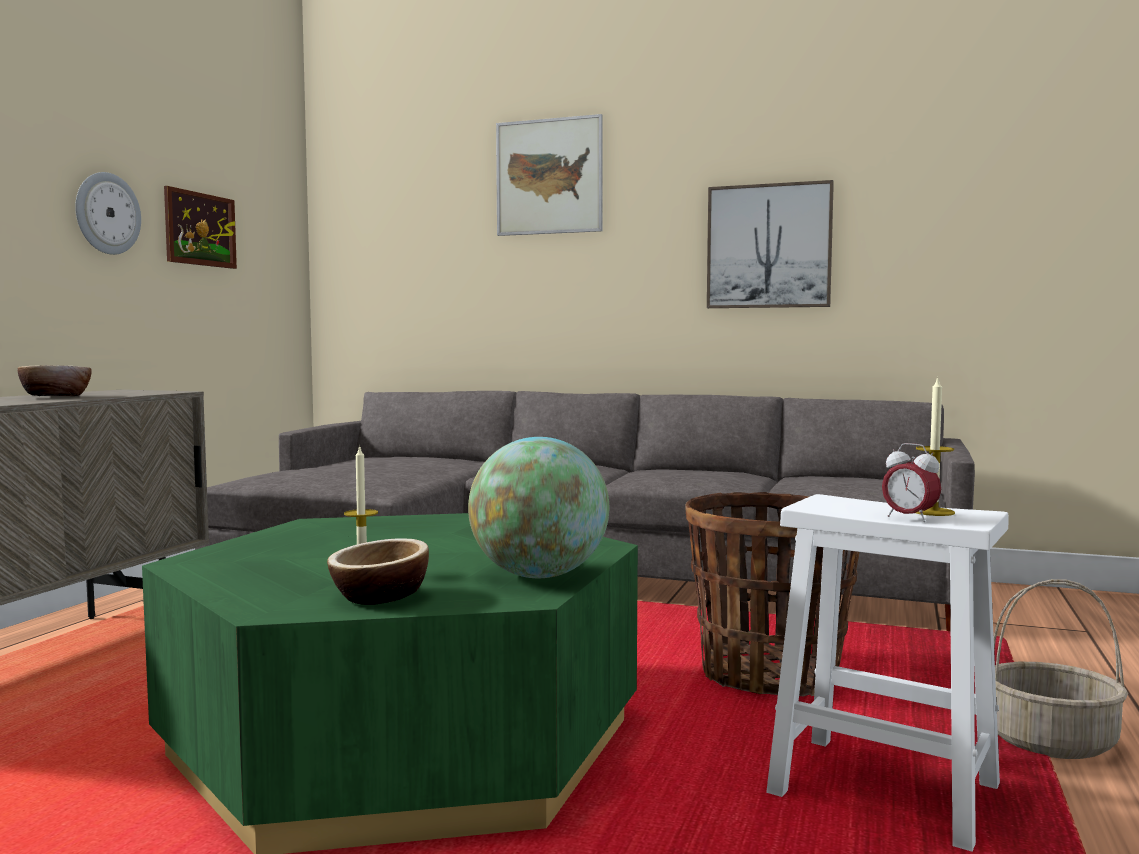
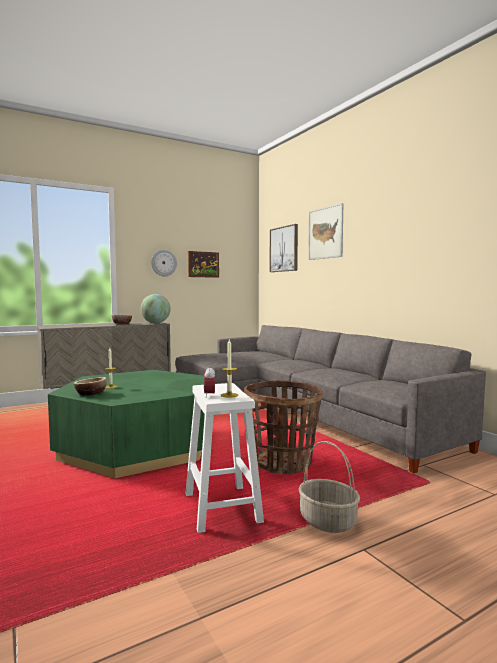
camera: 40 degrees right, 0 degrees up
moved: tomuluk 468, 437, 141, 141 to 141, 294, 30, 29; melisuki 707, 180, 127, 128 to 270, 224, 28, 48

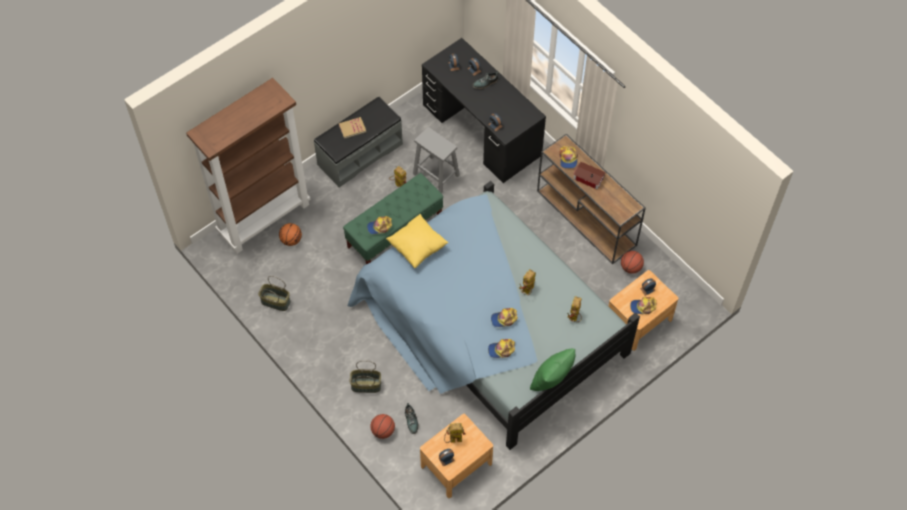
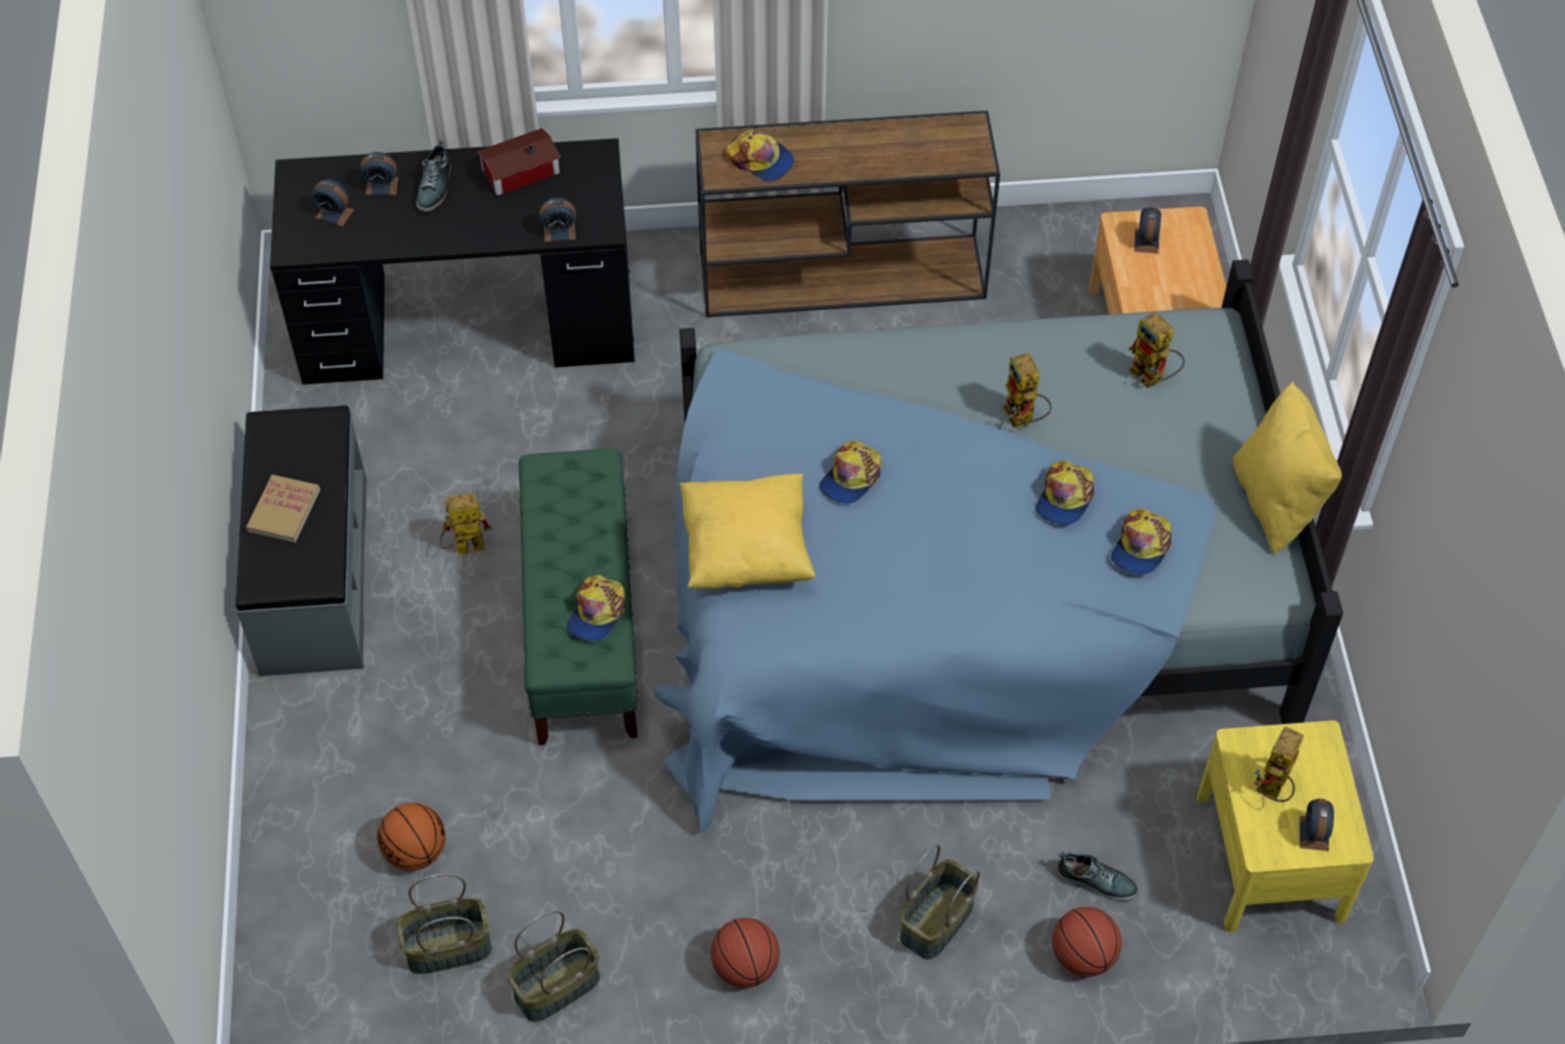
camera: 55 degrees left, 5 degrees down
removed: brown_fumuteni 186, 78, 124, 176; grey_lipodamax 413, 127, 47, 67
added: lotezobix 397, 874, 95, 100
moved: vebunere 573, 162, 33, 27 to 477, 128, 84, 68; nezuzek 621, 251, 23, 23 to 711, 918, 69, 70; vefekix 630, 297, 27, 17 to 819, 441, 62, 63
recoloured: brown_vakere 420, 414, 73, 84 to yellow_vakere 1197, 720, 177, 212; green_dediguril 530, 349, 45, 42 to yellow_dediguril 1233, 381, 109, 174

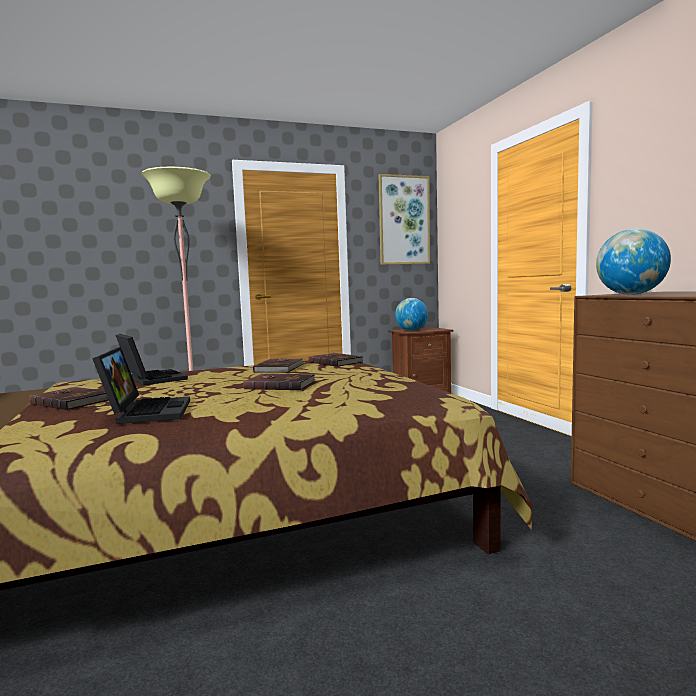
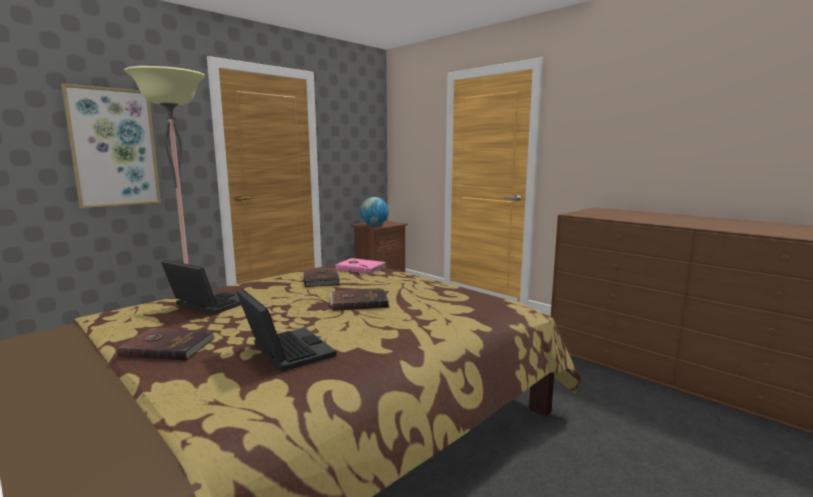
camera: 25 degrees left, 5 degrees up
removed: tomuluk 596, 228, 75, 67
moved: melisuki 379, 174, 51, 91 to 61, 83, 100, 125
recoloured: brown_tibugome 308, 353, 56, 14 to pink_tibugome 335, 258, 52, 16

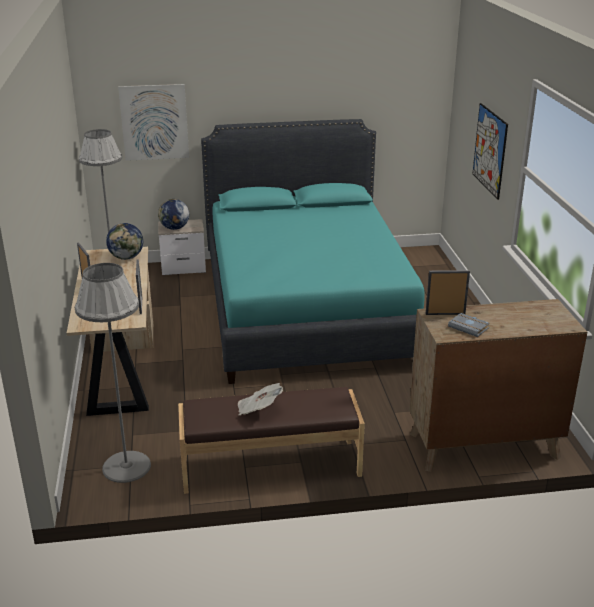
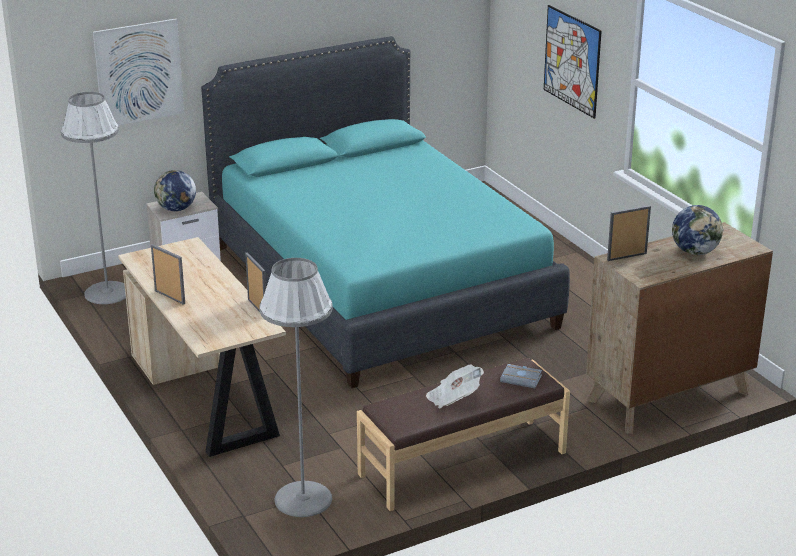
camera: 20 degrees left, 0 degrees up
moved: tomuluk 106, 223, 37, 37 to 672, 205, 51, 50; grey_tibugome 448, 313, 42, 24 to 500, 364, 42, 24

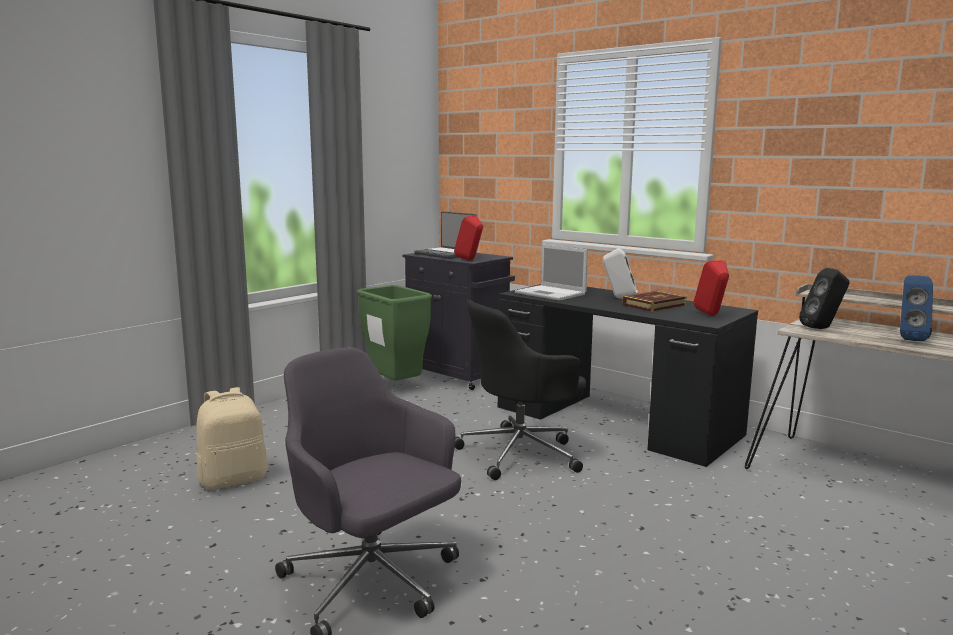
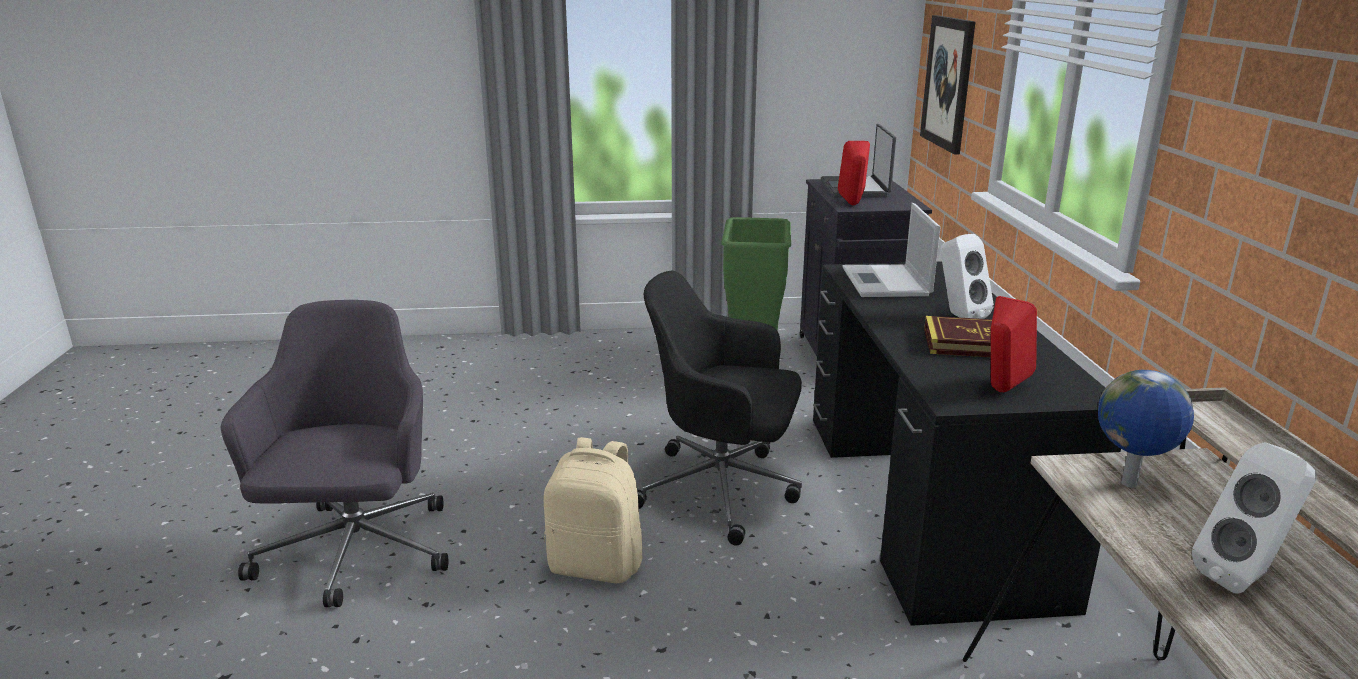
camera: 45 degrees right, 10 degrees up
added: melisuki 920, 15, 55, 139
moved: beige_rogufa 196, 387, 72, 103 to 544, 437, 99, 146
replaced: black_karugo 799, 268, 50, 61 to tomuluk 1098, 370, 96, 118
recoloured: blue_karugo 900, 275, 33, 66 to white_karugo 1192, 442, 125, 151

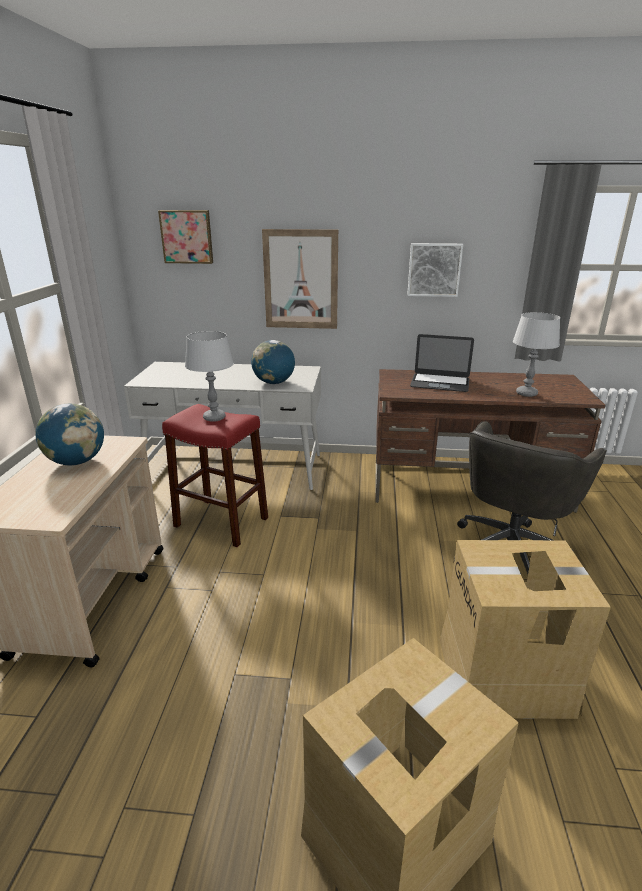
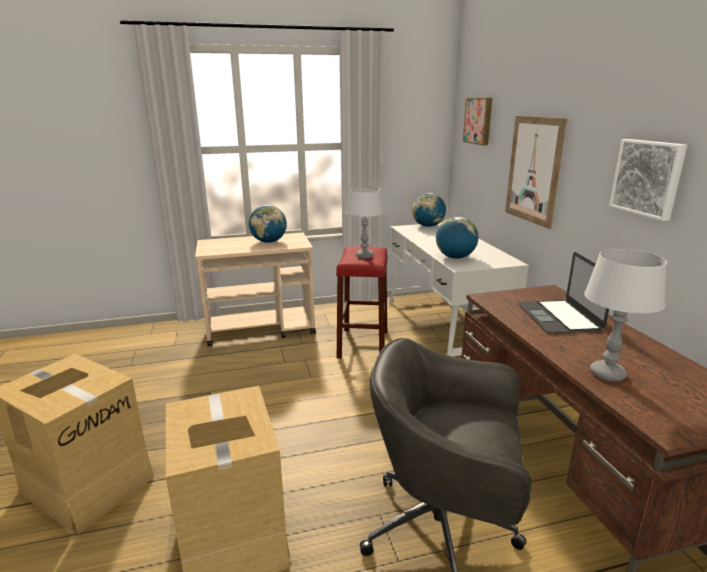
camera: 70 degrees right, 5 degrees down
added: tomuluk 412, 193, 34, 34

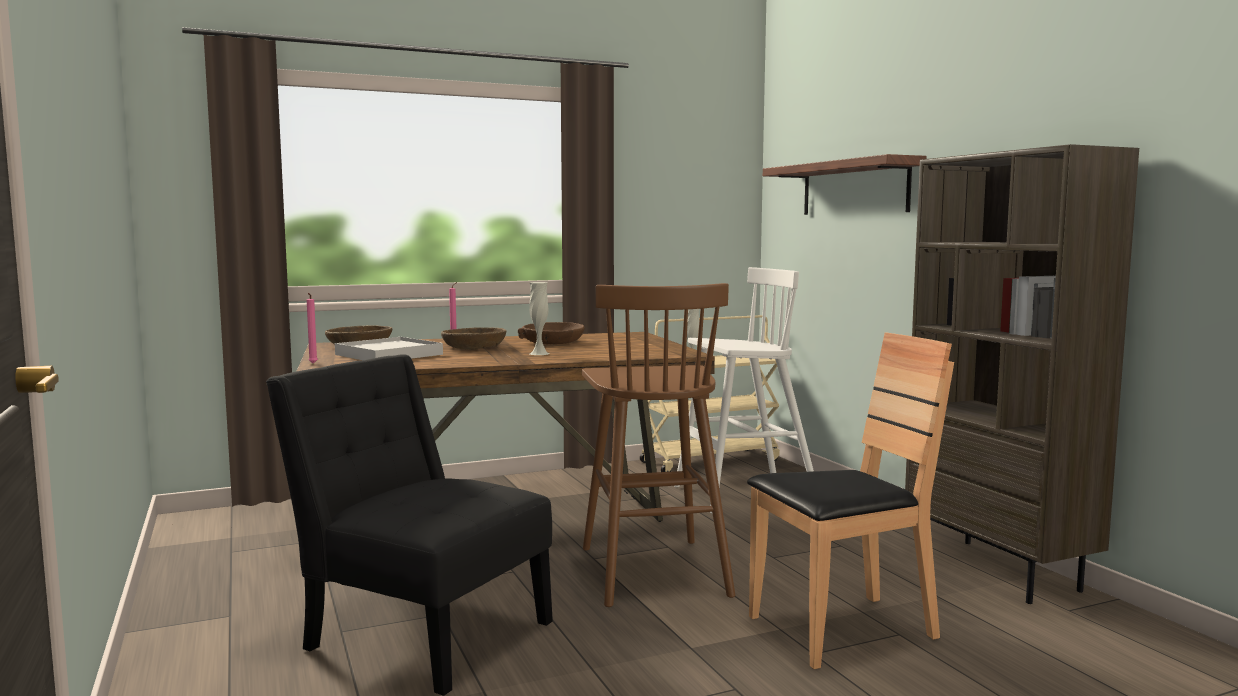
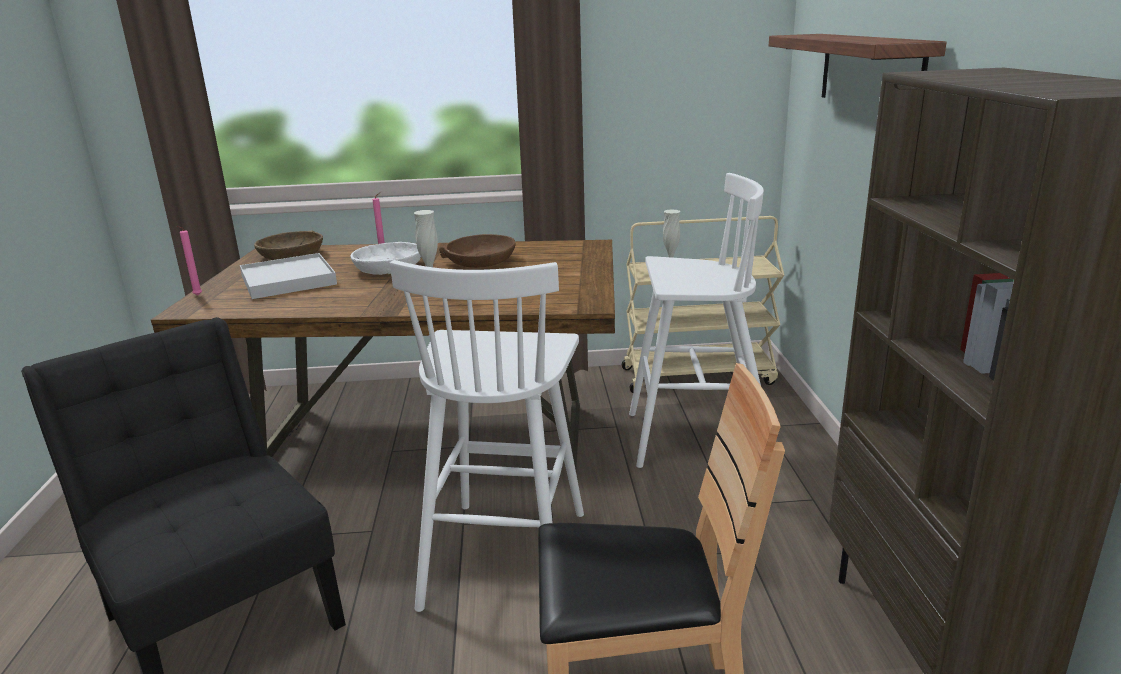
camera: 20 degrees right, 15 degrees up
recoloured: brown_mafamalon 441, 327, 65, 23 to white_mafamalon 350, 242, 71, 33; brown_lipodamax 582, 283, 153, 324 to white_lipodamax 390, 260, 194, 352

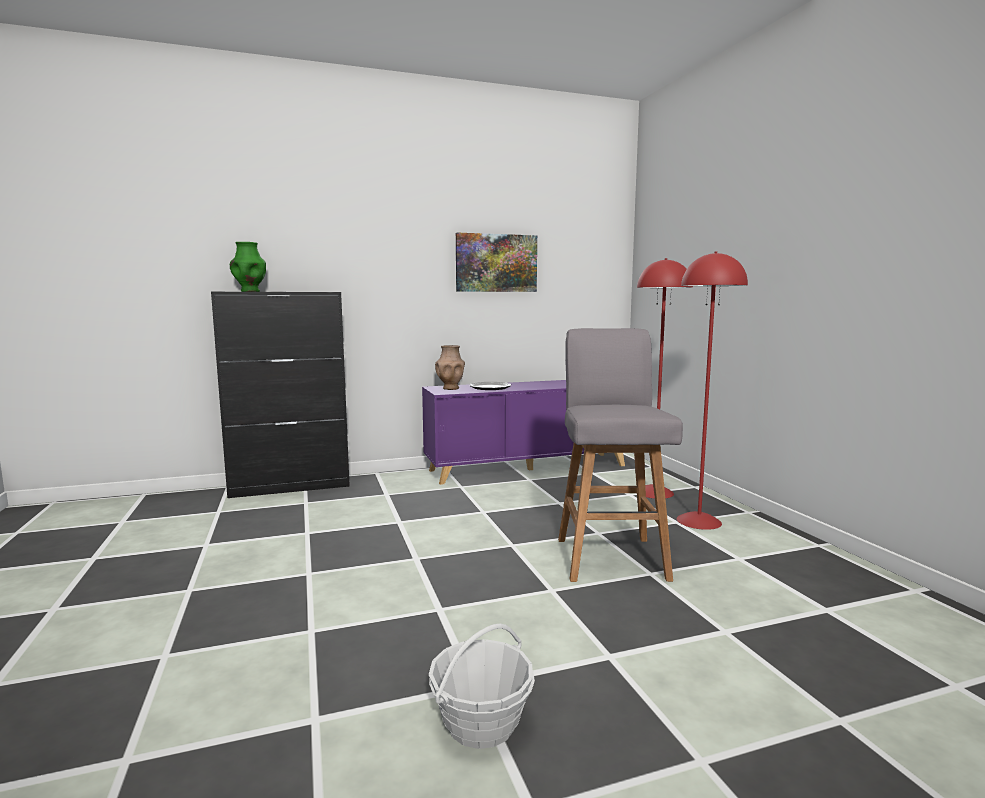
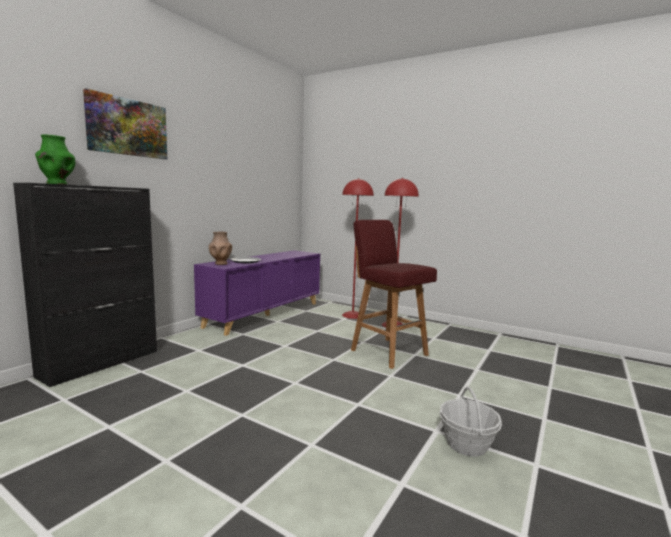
camera: 40 degrees left, 0 degrees up
moved: melisuki 456, 233, 81, 59 to 83, 88, 84, 71
recoloured: grey_lipodamax 558, 328, 125, 254 to red_lipodamax 351, 220, 86, 149

